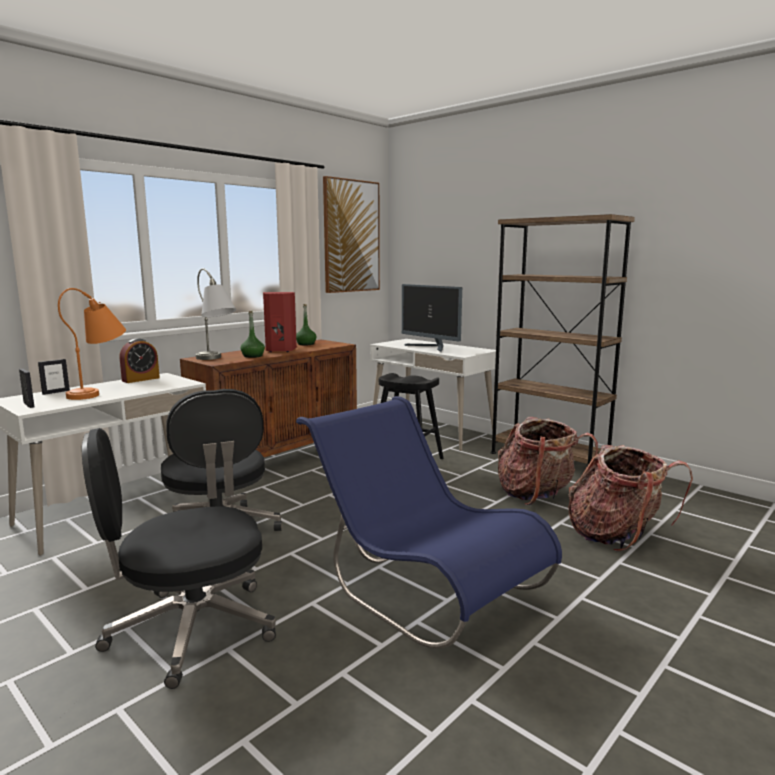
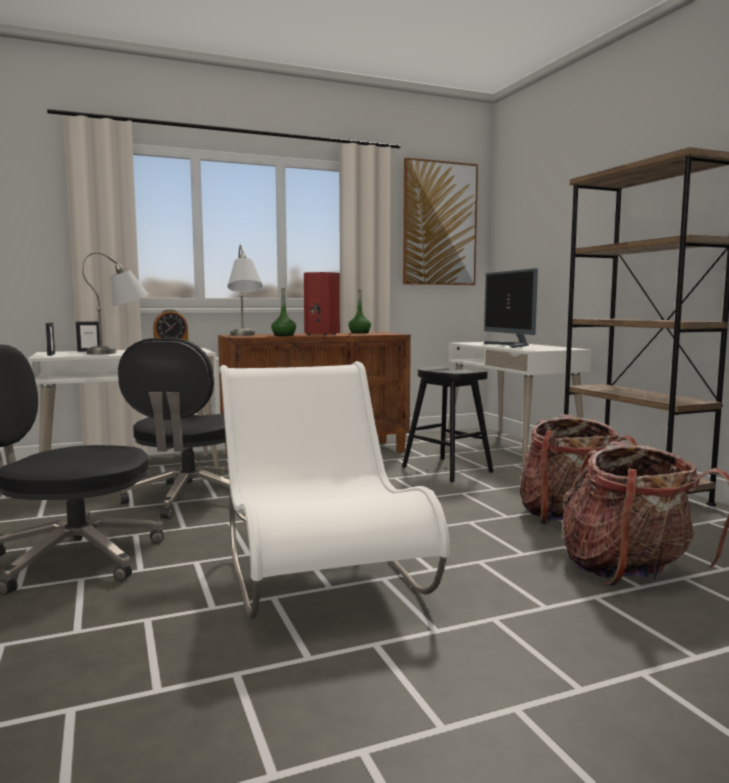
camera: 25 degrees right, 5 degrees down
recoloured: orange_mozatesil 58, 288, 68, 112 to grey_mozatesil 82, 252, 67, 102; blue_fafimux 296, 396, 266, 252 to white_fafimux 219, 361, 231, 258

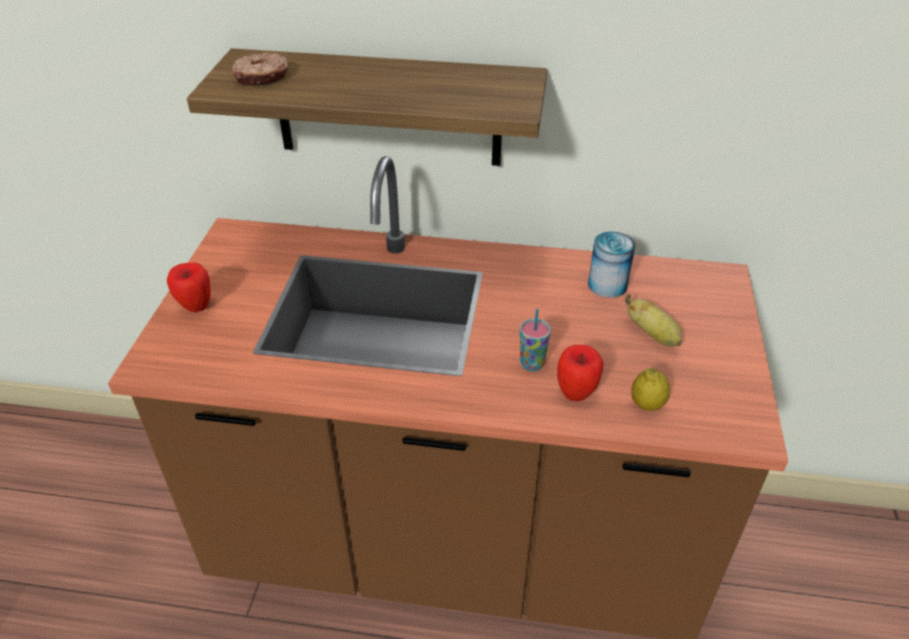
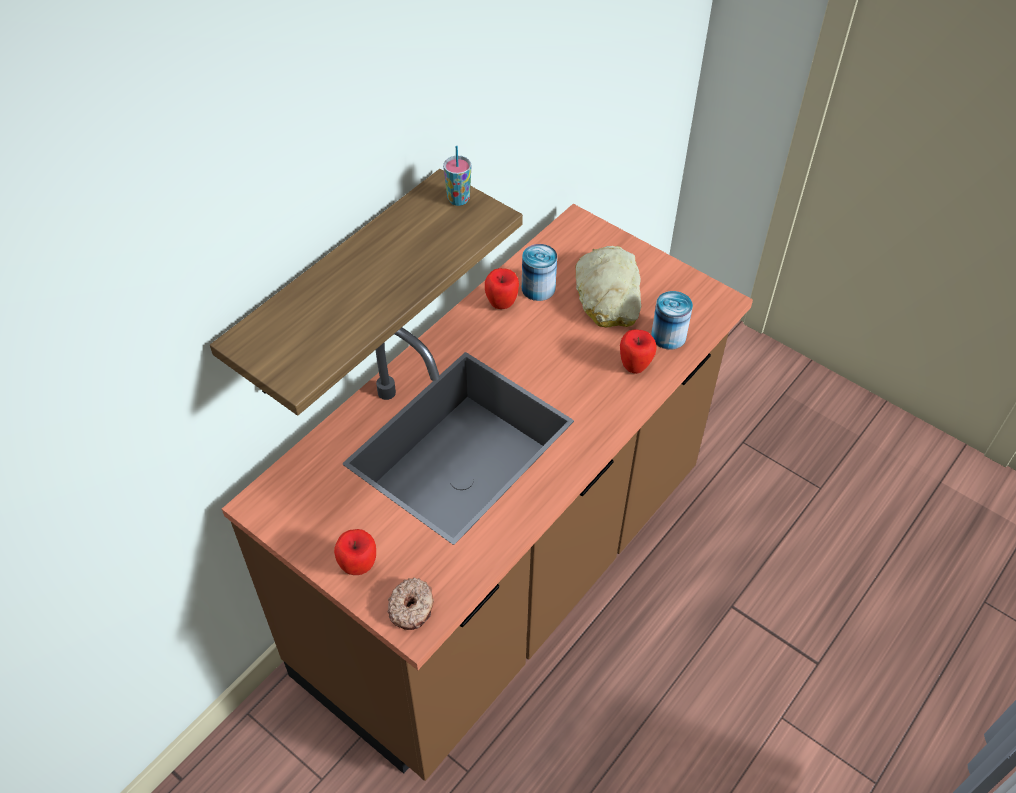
camera: 60 degrees left, 10 degrees up
added: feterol 485, 268, 34, 41
moved: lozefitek 232, 52, 57, 34 to 387, 577, 47, 53; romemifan 520, 309, 31, 62 to 443, 146, 28, 60
replaced: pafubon 625, 294, 57, 52 to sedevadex 576, 246, 65, 81; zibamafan 632, 368, 38, 43 to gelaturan 651, 291, 42, 59

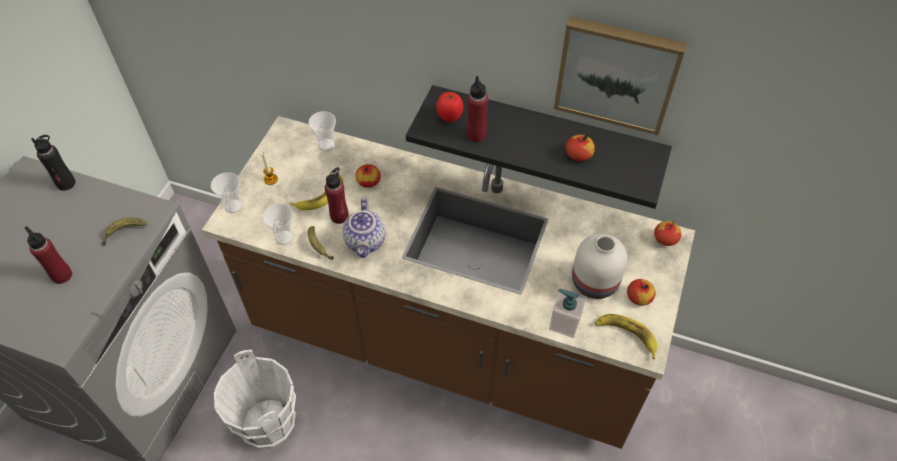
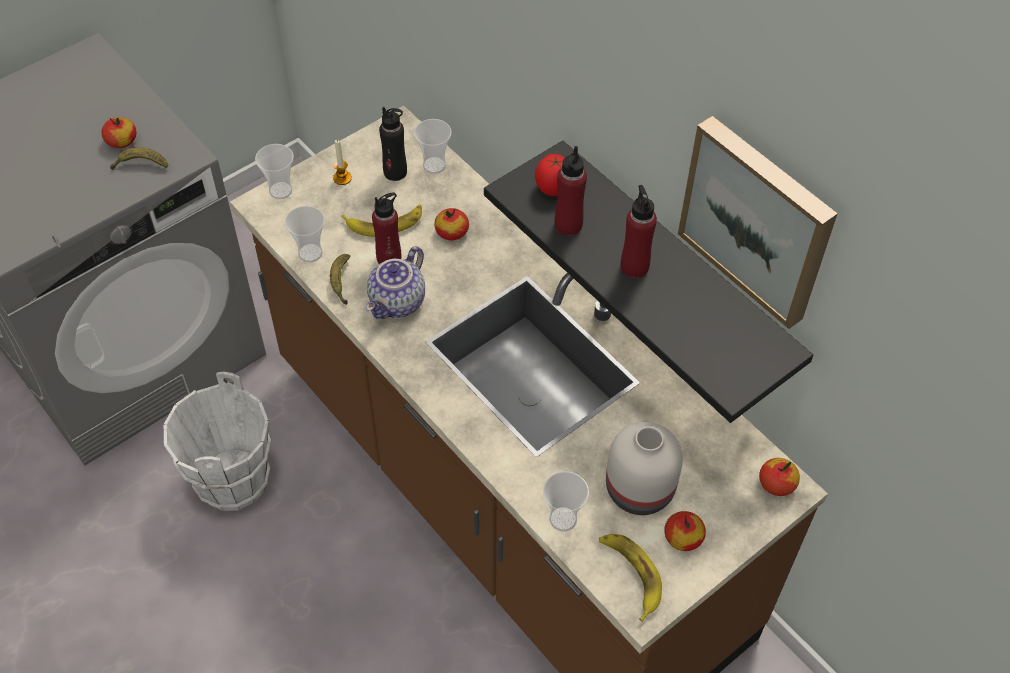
camera: 30 degrees right, 0 degrees up
moved: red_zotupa 25, 226, 47, 58 to 621, 185, 36, 93; black_zotupa 31, 135, 45, 56 to 379, 107, 28, 74; feterol 566, 134, 29, 27 to 101, 117, 36, 31
replaced: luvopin 549, 289, 37, 49 to romemifan 543, 471, 46, 60

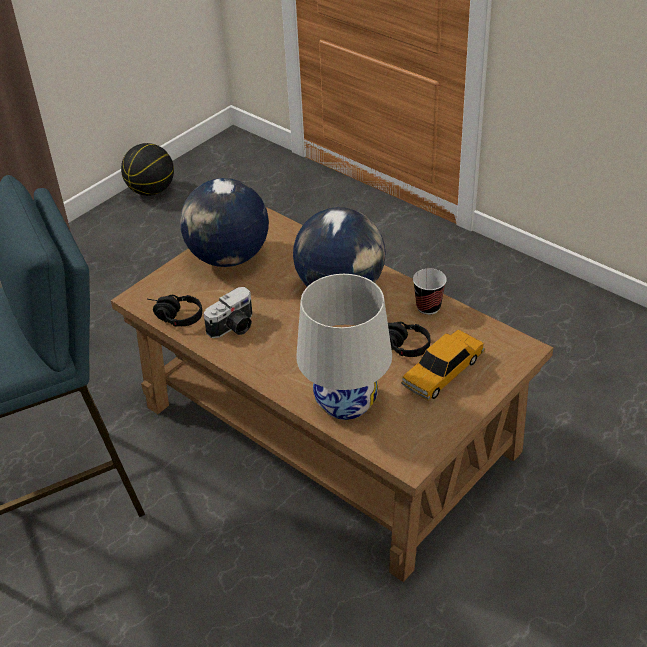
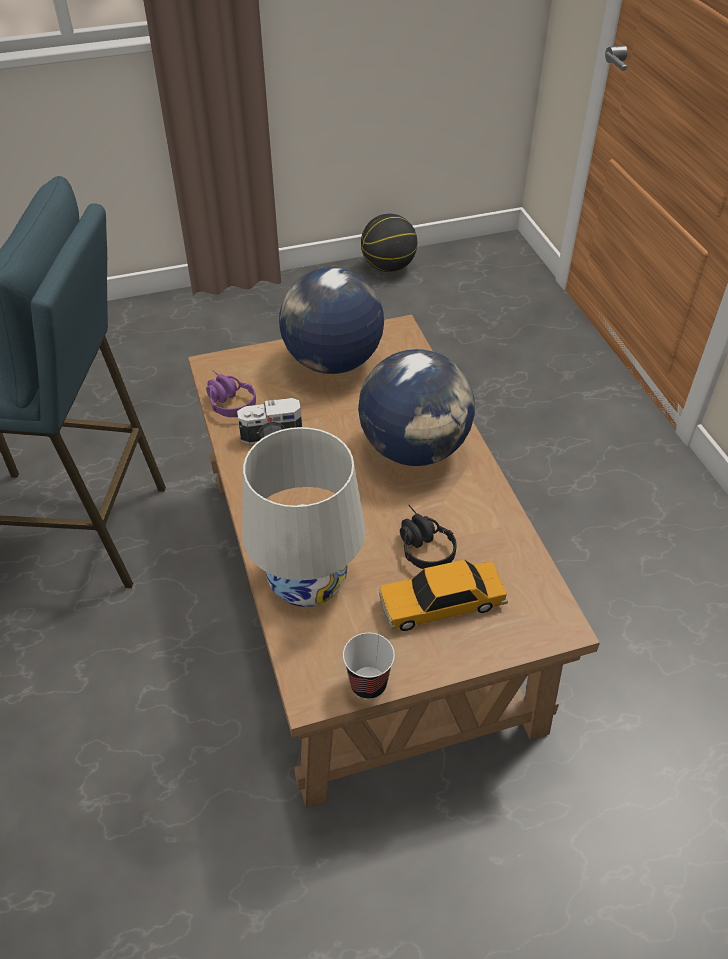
camera: 30 degrees right, 5 degrees up
moved: romemifan 413, 268, 34, 47 to 343, 633, 52, 66
recoloured: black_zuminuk 147, 295, 55, 32 to purple_zuminuk 206, 370, 50, 47

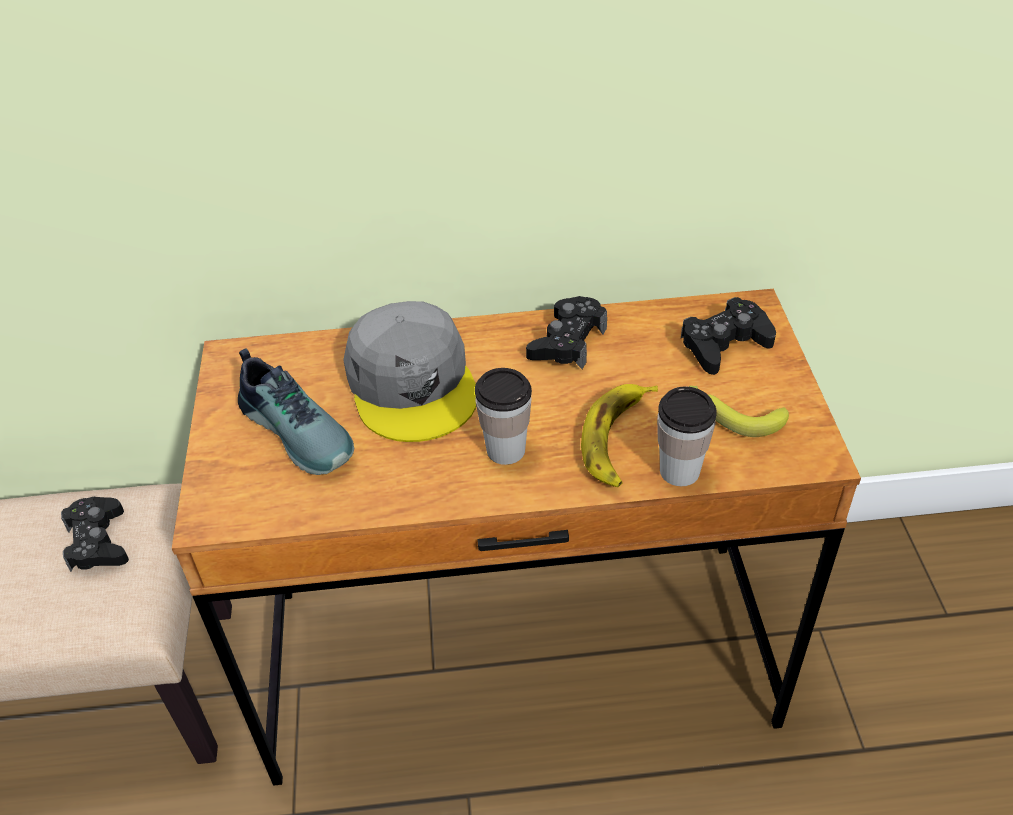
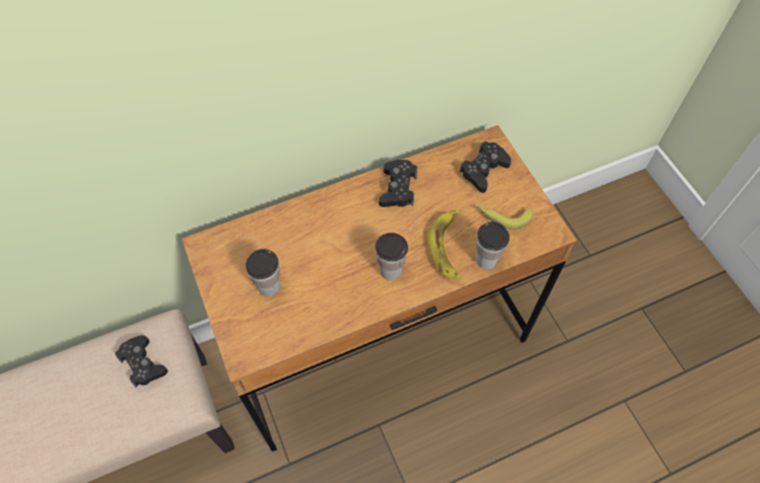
camera: 20 degrees left, 15 degrees up
removed: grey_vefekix 343, 301, 133, 141
replaced: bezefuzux 238, 349, 116, 126 to romemifan 246, 249, 34, 48

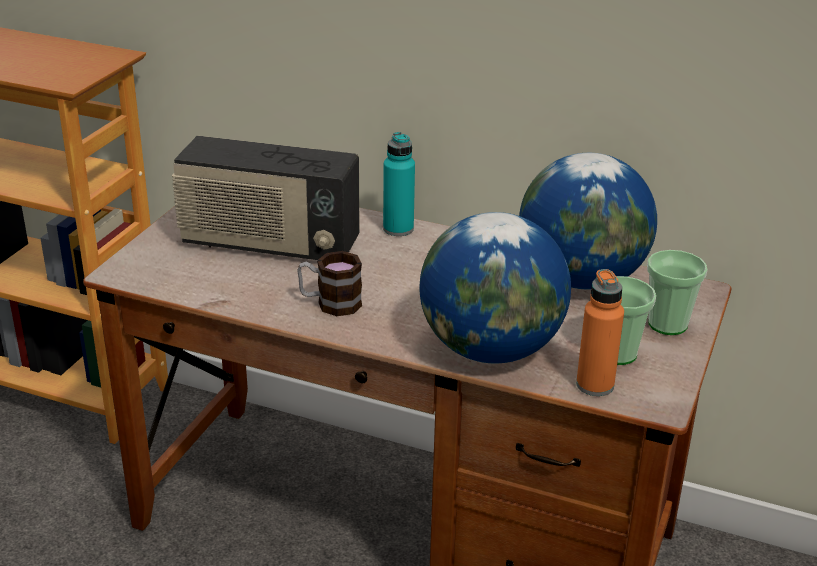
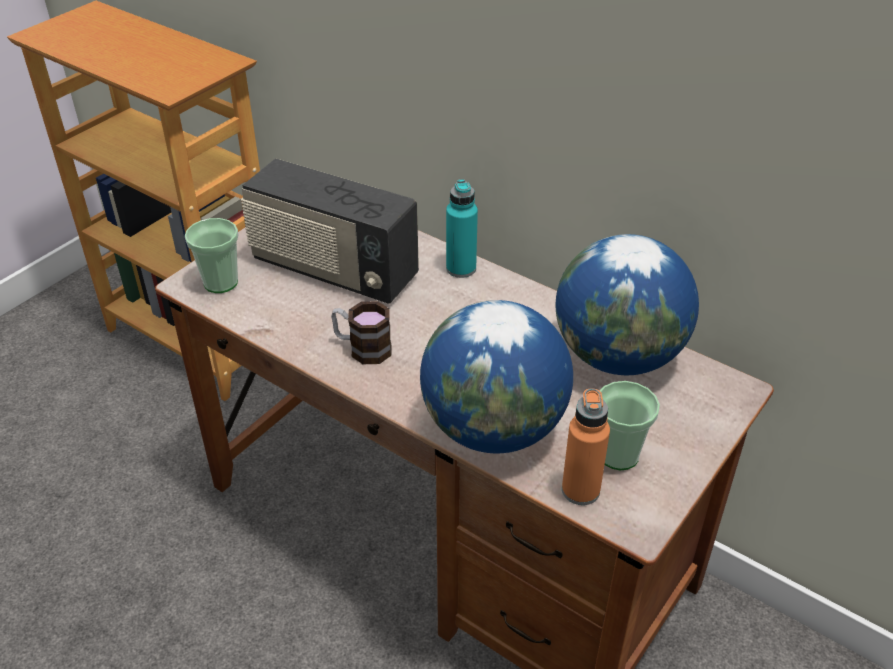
camera: 15 degrees right, 10 degrees up
moved: romemifan 647, 250, 60, 85 to 185, 218, 53, 75

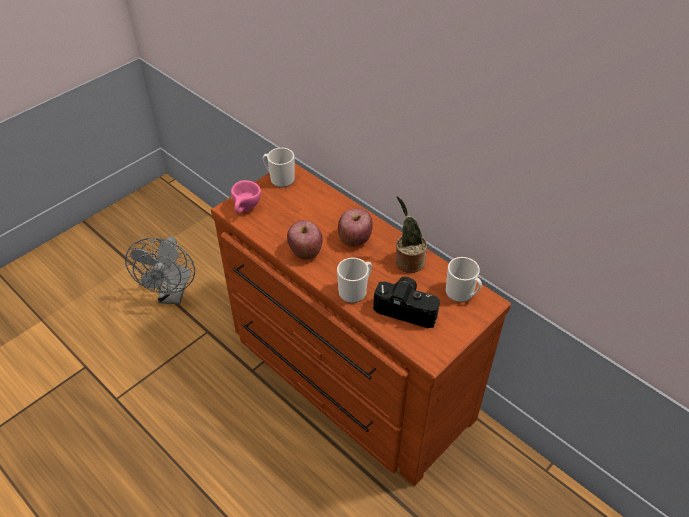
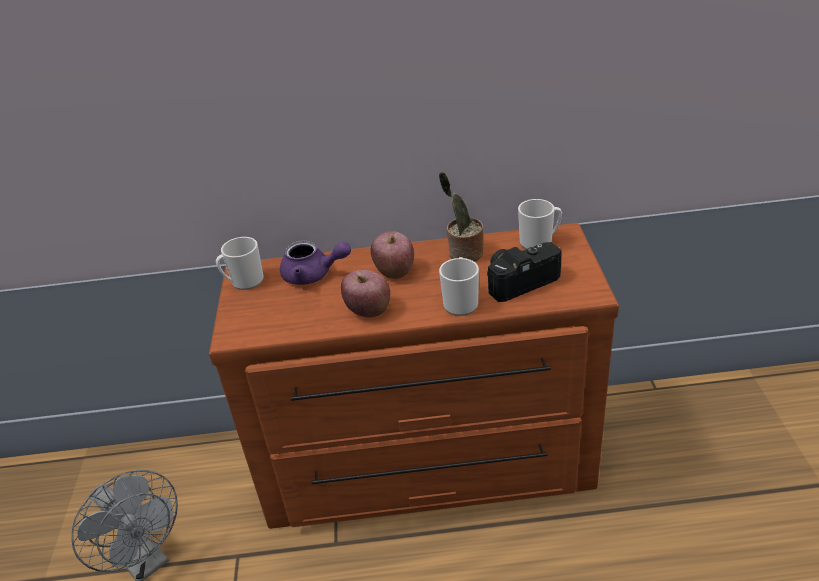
camera: 45 degrees left, 10 degrees down
removed: pink_romemifan 231, 180, 30, 33
added: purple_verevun 280, 240, 71, 45

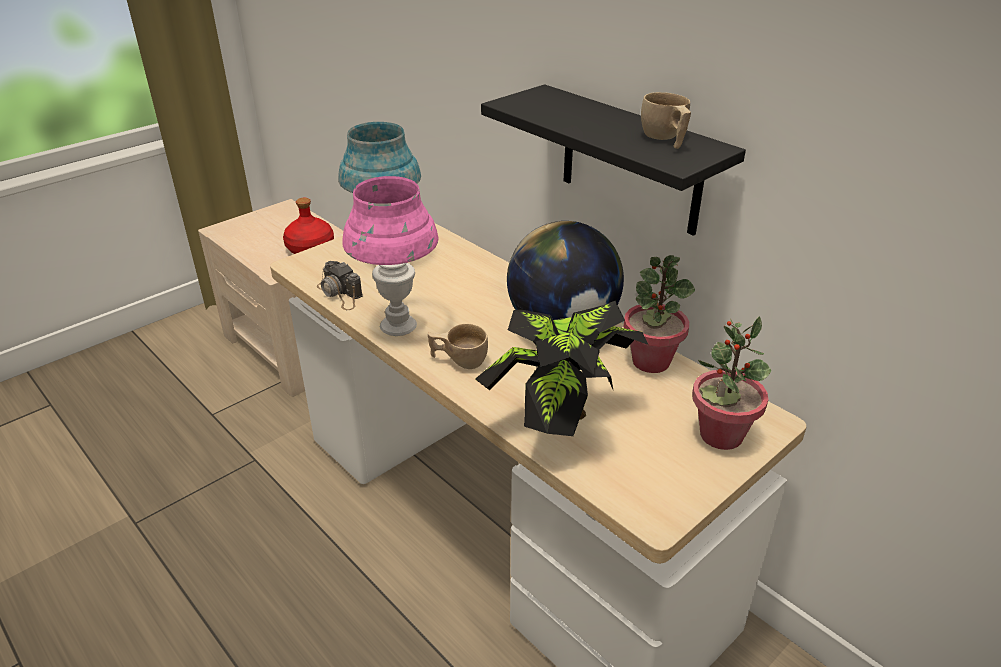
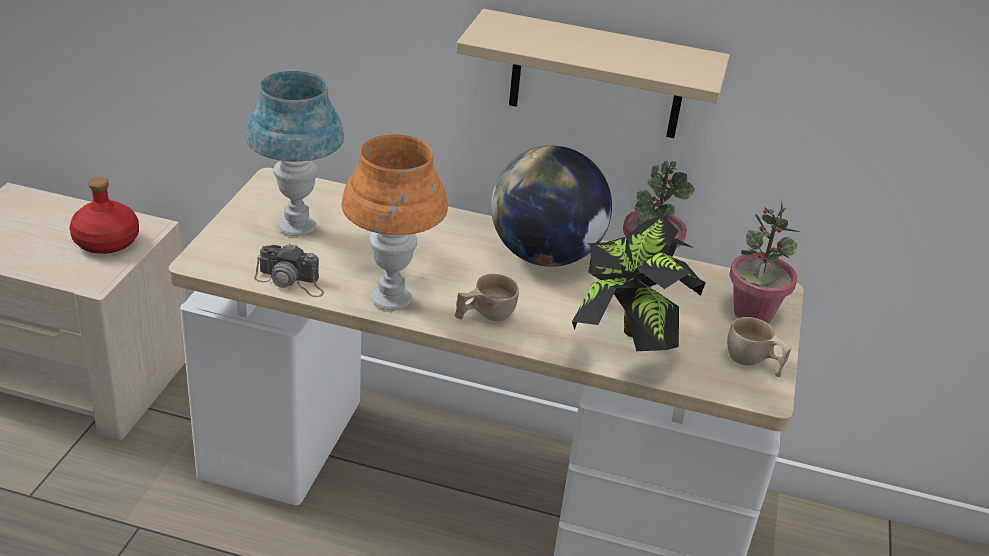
camera: 35 degrees left, 0 degrees up
moved: beige_romemifan 641, 92, 50, 57 to 727, 317, 64, 60
recoloured: pink_mozatesil 343, 176, 95, 160 to orange_mozatesil 341, 134, 107, 176; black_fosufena 481, 84, 265, 152 to beige_fosufena 456, 9, 274, 129

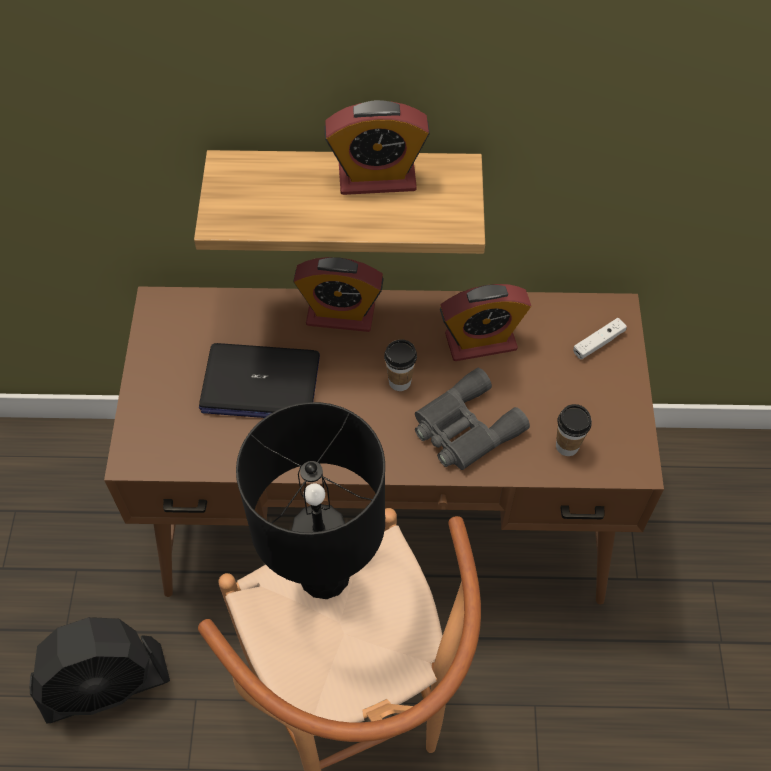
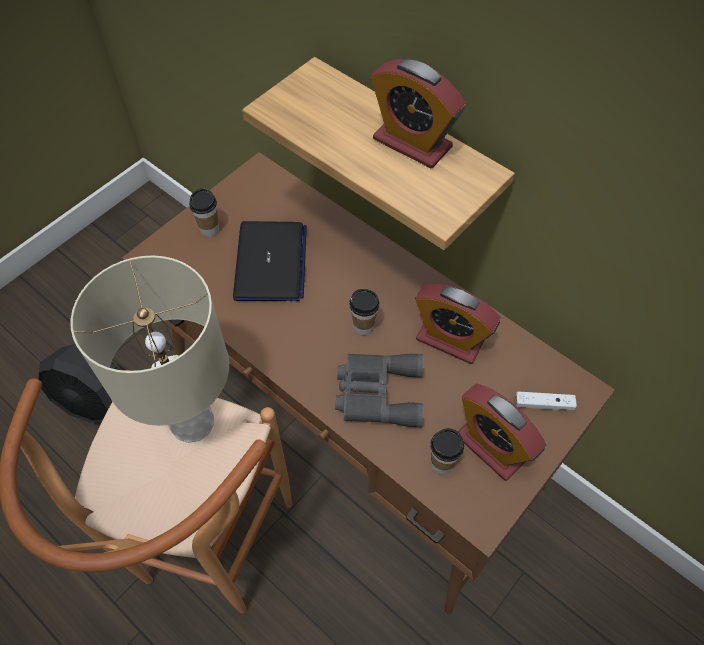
camera: 40 degrees right, 0 degrees up
added: romemifan 189, 188, 30, 49
moved: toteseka 293, 257, 91, 75 to 458, 384, 88, 97
recoloured: black_mozatesil 236, 402, 149, 197 to beige_mozatesil 71, 256, 158, 187
turned: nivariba 199, 343, 121, 75 = 233, 221, 74, 81 135 degrees counterclockwise

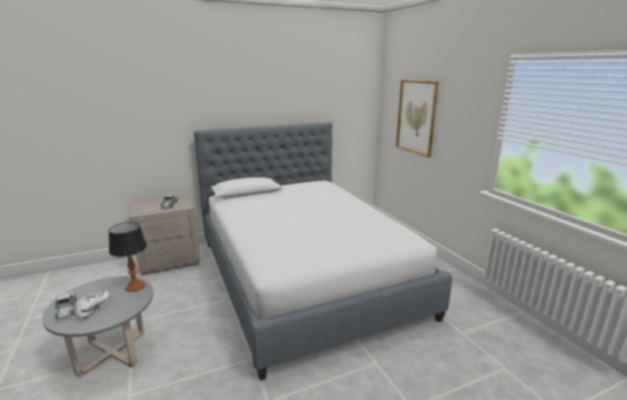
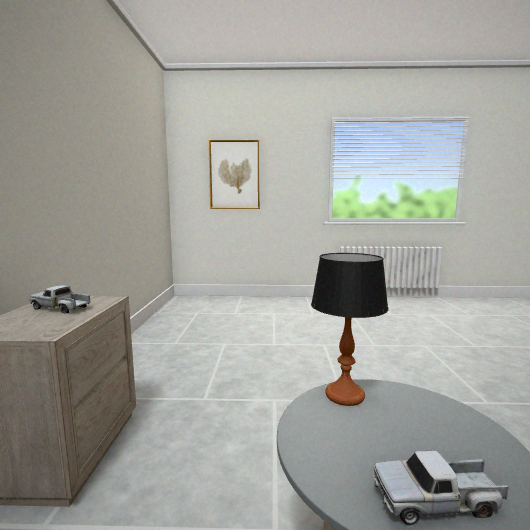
camera: 65 degrees left, 10 degrees down
removed: white_bezefuzux 75, 291, 36, 28; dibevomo 194, 122, 258, 259

